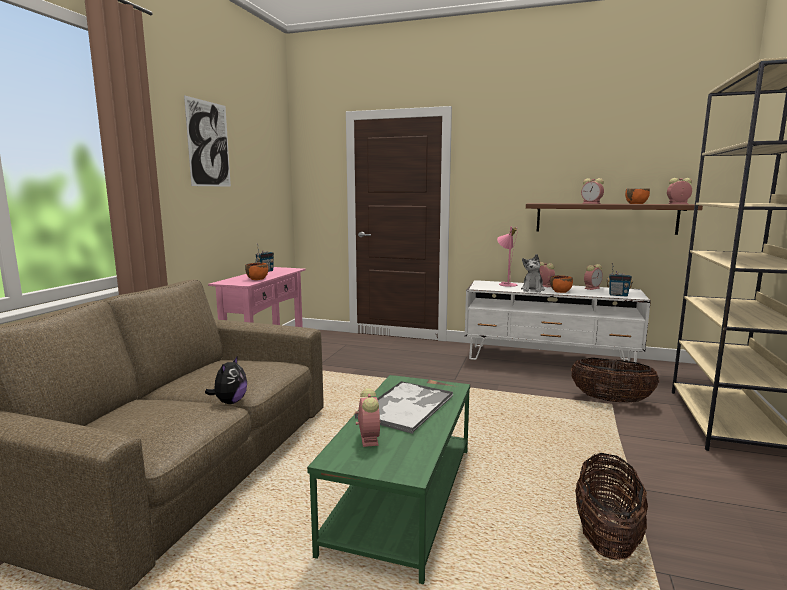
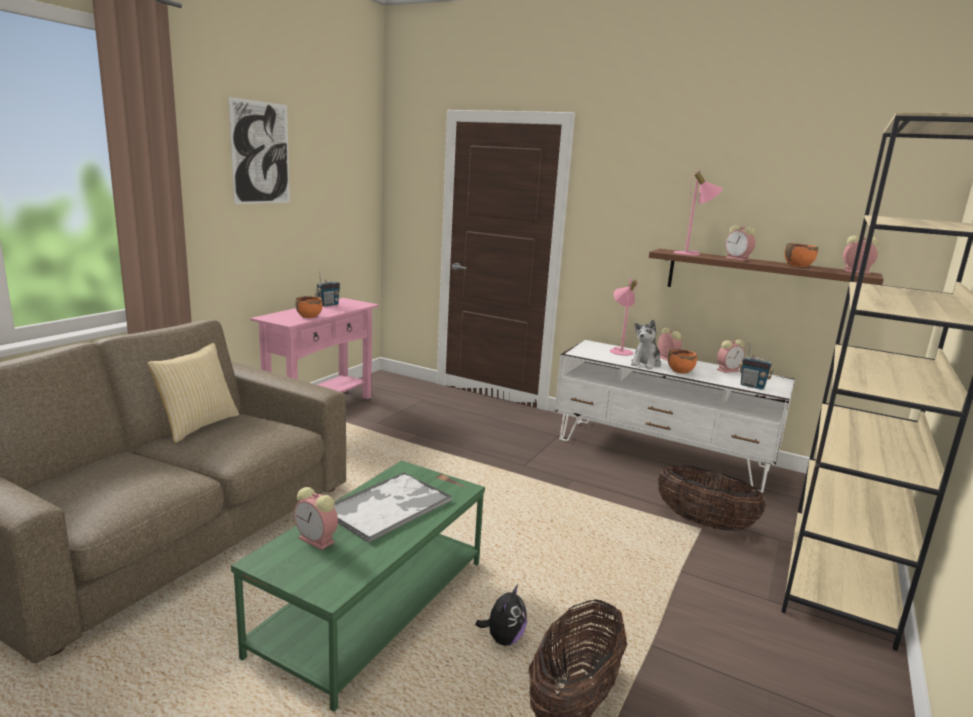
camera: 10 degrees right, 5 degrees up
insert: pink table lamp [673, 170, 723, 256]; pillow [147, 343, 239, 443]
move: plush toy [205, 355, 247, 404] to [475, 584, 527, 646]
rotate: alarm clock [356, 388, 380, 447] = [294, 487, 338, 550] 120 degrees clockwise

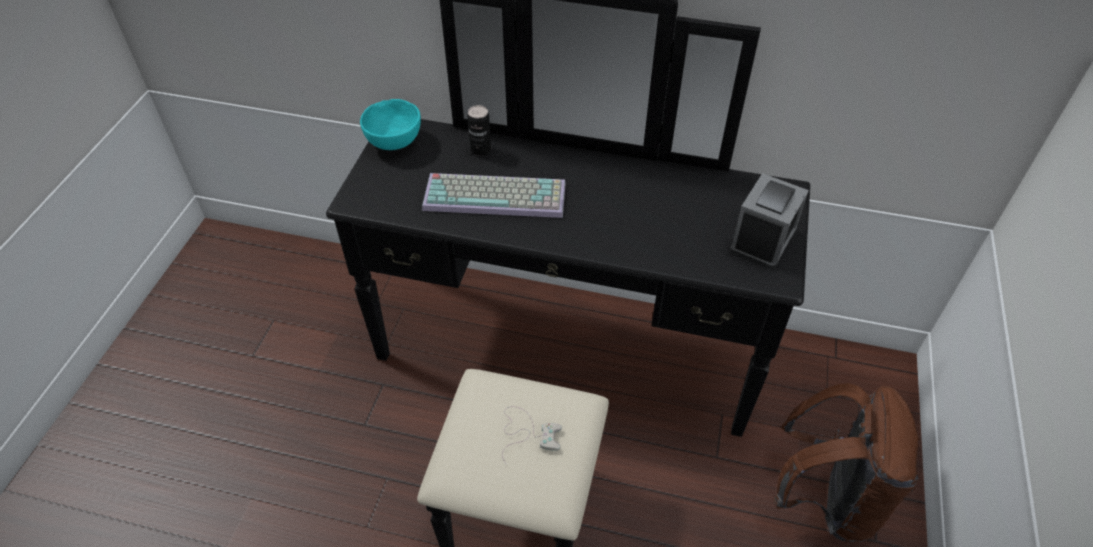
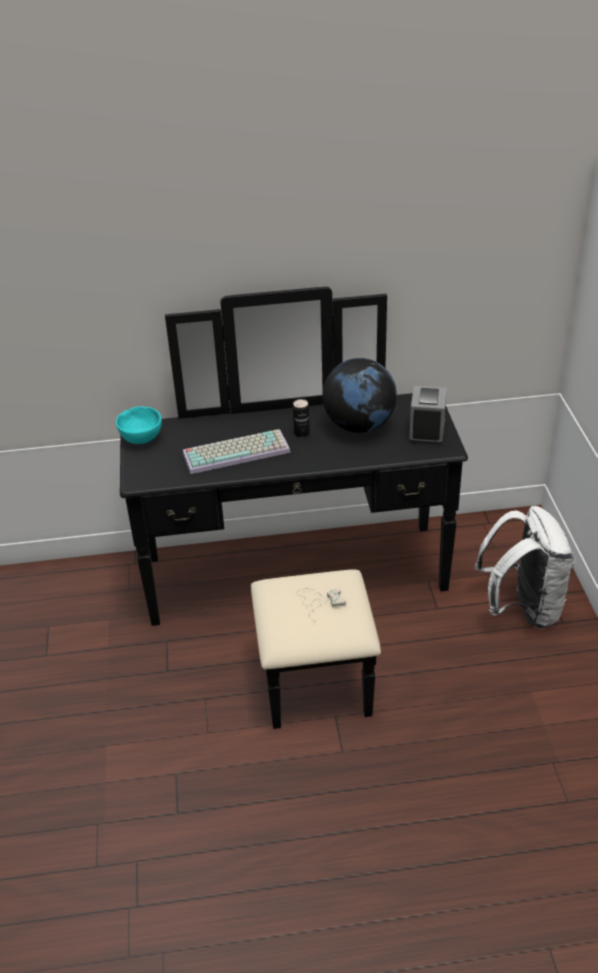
camera: 20 degrees left, 10 degrees down
insert: globe [322, 358, 397, 433]
move: can [467, 105, 491, 156] to [293, 399, 310, 438]
recolor: brown backpack [774, 383, 920, 542] to white backpack [475, 506, 575, 628]

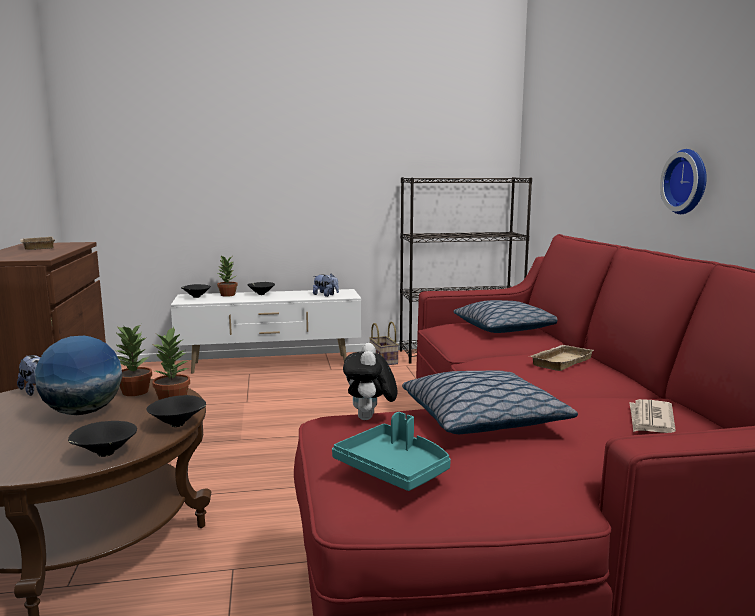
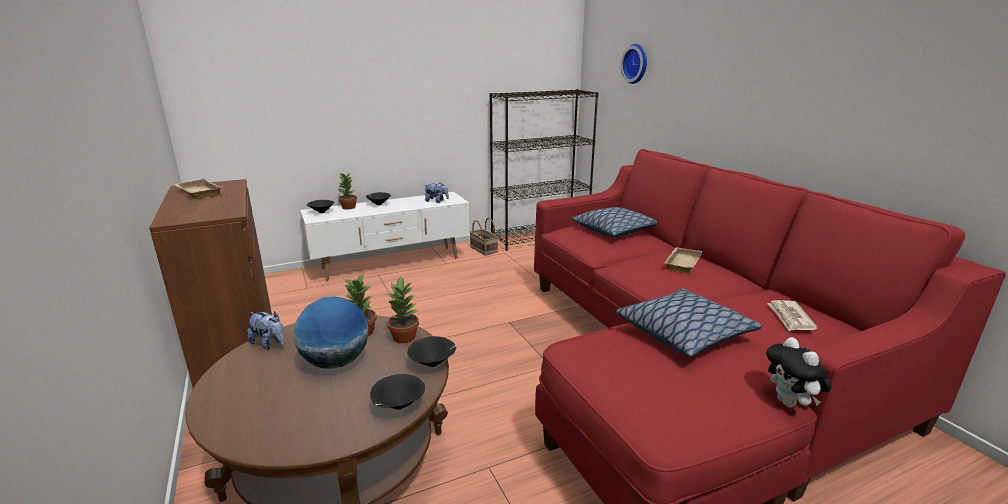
camera: 15 degrees left, 10 degrees up
delete: turquoise tray [332, 412, 451, 491]
move: wall clock [660, 149, 707, 214] to [621, 44, 647, 84]; plush toy [343, 343, 398, 420] to [766, 337, 832, 407]

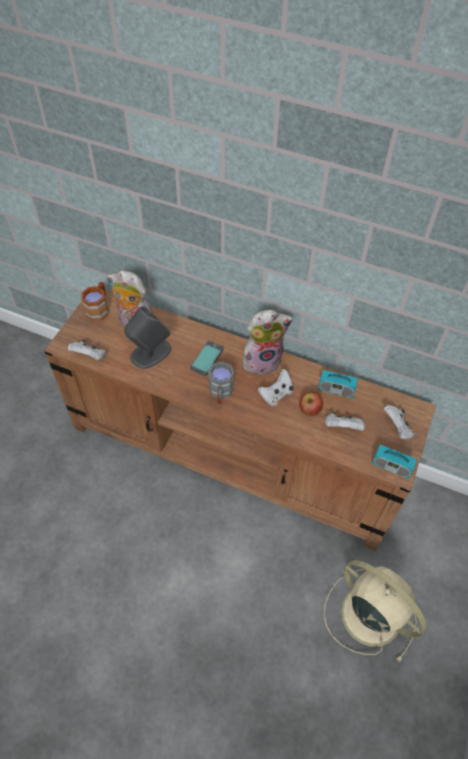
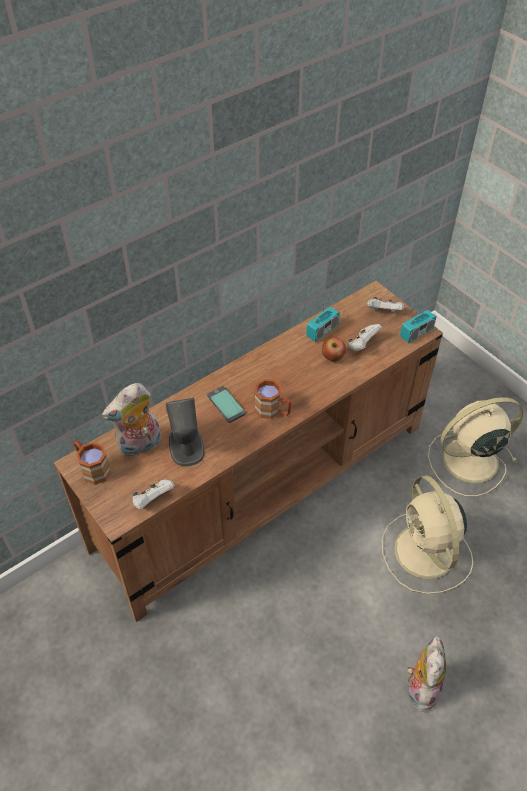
camera: 60 degrees left, 5 degrees down
delete: white game controller [258, 369, 294, 407]
insert: beige fan [382, 476, 473, 594]
move: plush toy [243, 310, 293, 375] to [407, 636, 446, 712]
recolor: grey mug [208, 362, 234, 404] to brown mug [254, 379, 291, 419]

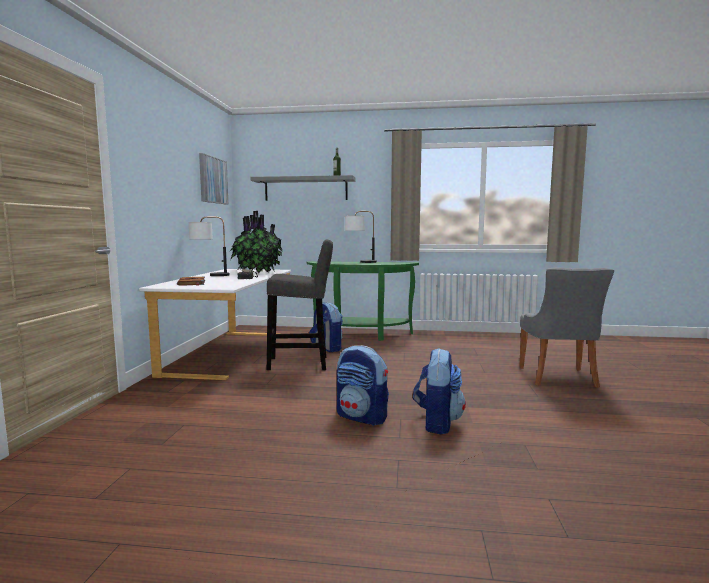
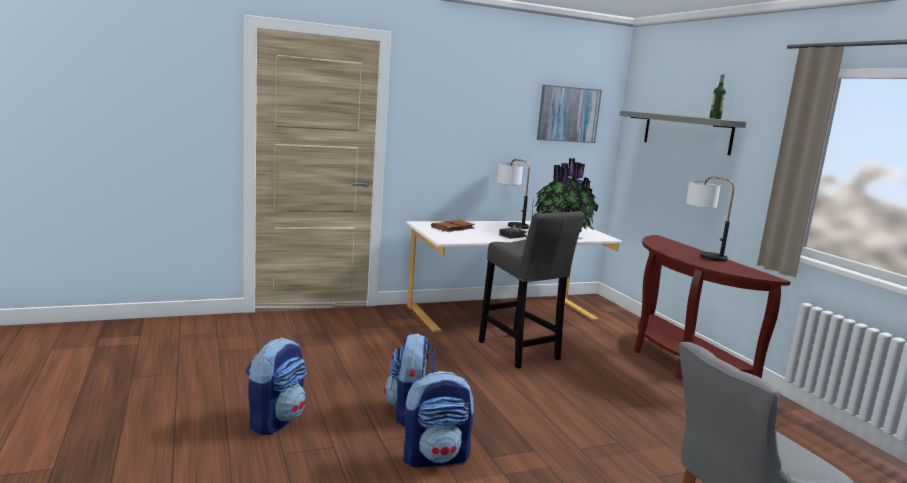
camera: 60 degrees right, 5 degrees up
move: backpack [309, 302, 343, 352] to [246, 337, 307, 435]
recolor: green console table [307, 261, 419, 341] to brown console table [634, 235, 790, 381]

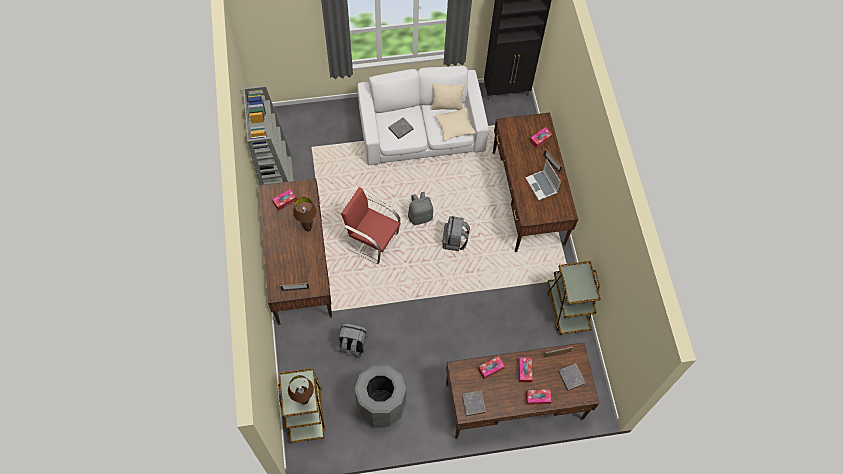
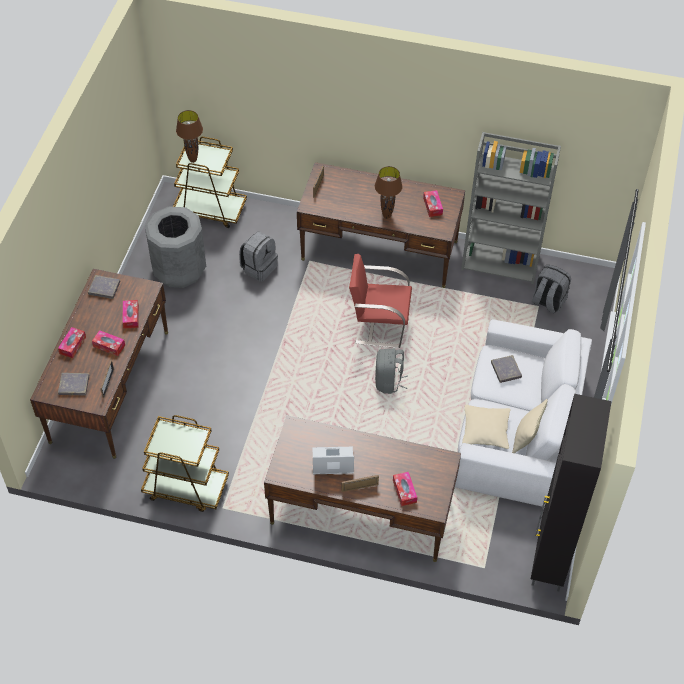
camera: 115 degrees right, 10 degrees down
move: grey backpack [442, 216, 470, 251] to [532, 265, 571, 314]
rotate: red chair [341, 187, 401, 264] = [349, 254, 412, 348] 135 degrees counterclockwise

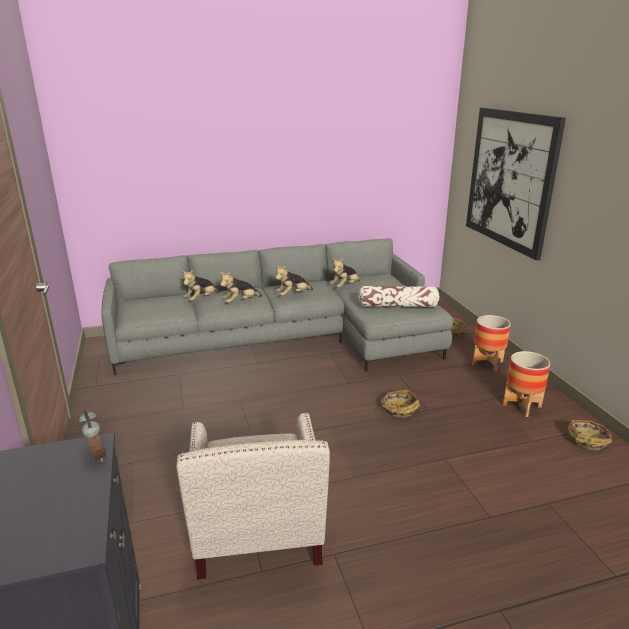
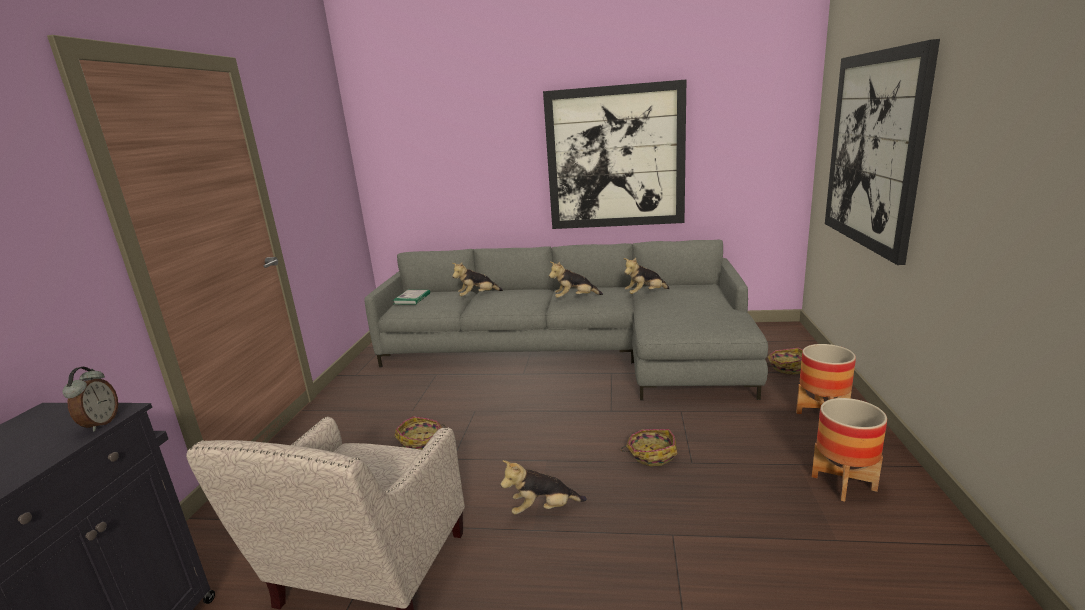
camera: 25 degrees right, 5 degrees down
delete: pillow [358, 286, 439, 308]
insert: picture [543, 80, 686, 229]; book [393, 290, 430, 305]
move: plush toy [220, 272, 262, 303] to [500, 460, 587, 515]; basket [568, 420, 612, 451] to [395, 416, 446, 450]

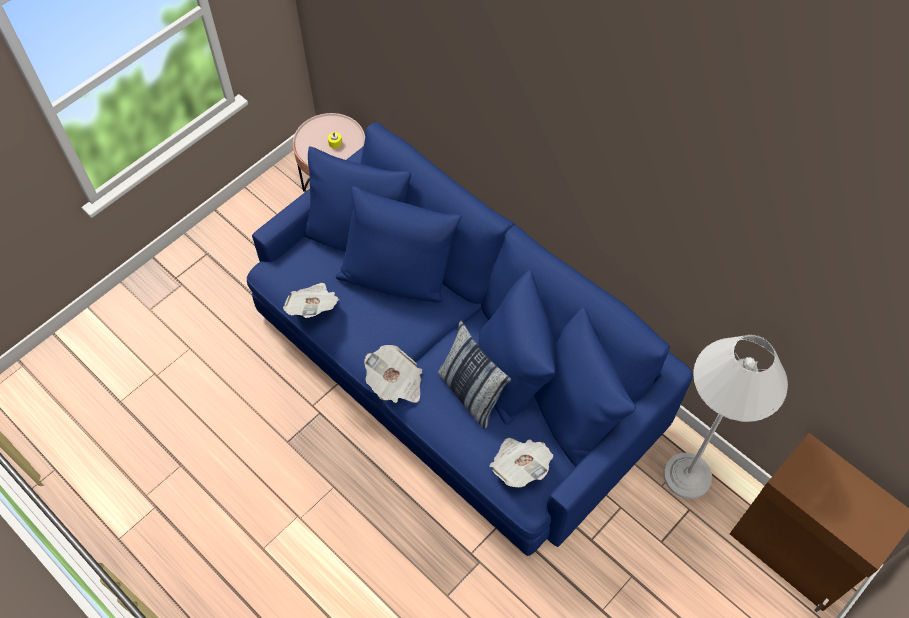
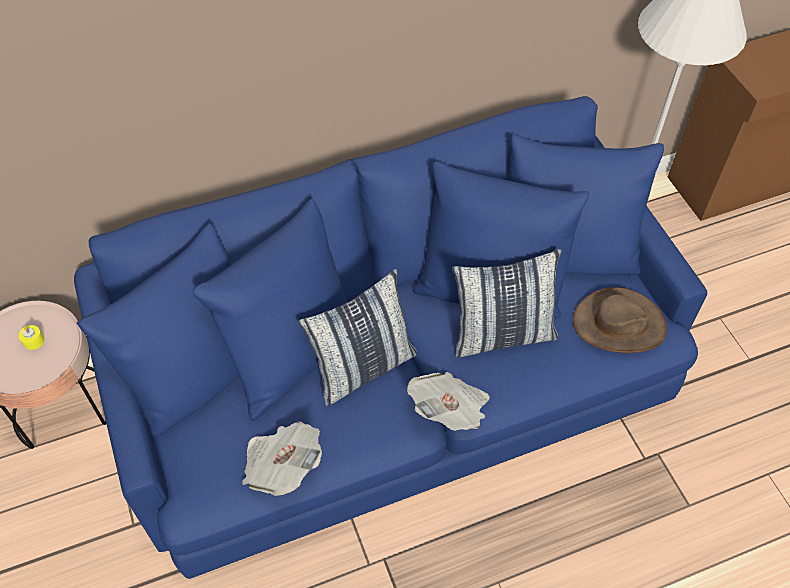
camera: 65 degrees left, 5 degrees down
insert: pillow [297, 269, 417, 406]
replace: newspaper [489, 438, 553, 487] to brown hat [573, 287, 667, 353]

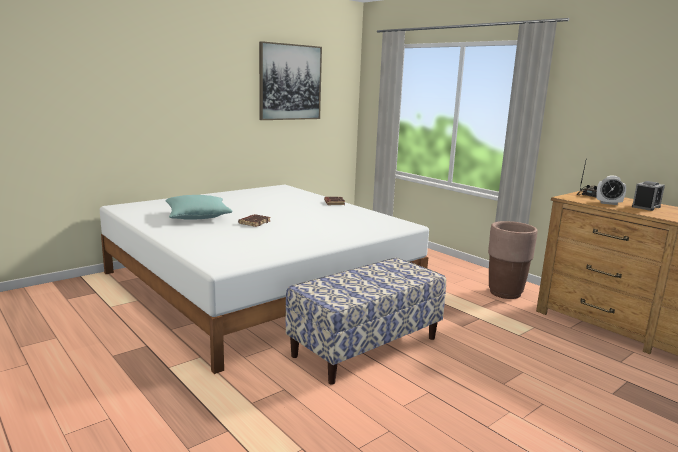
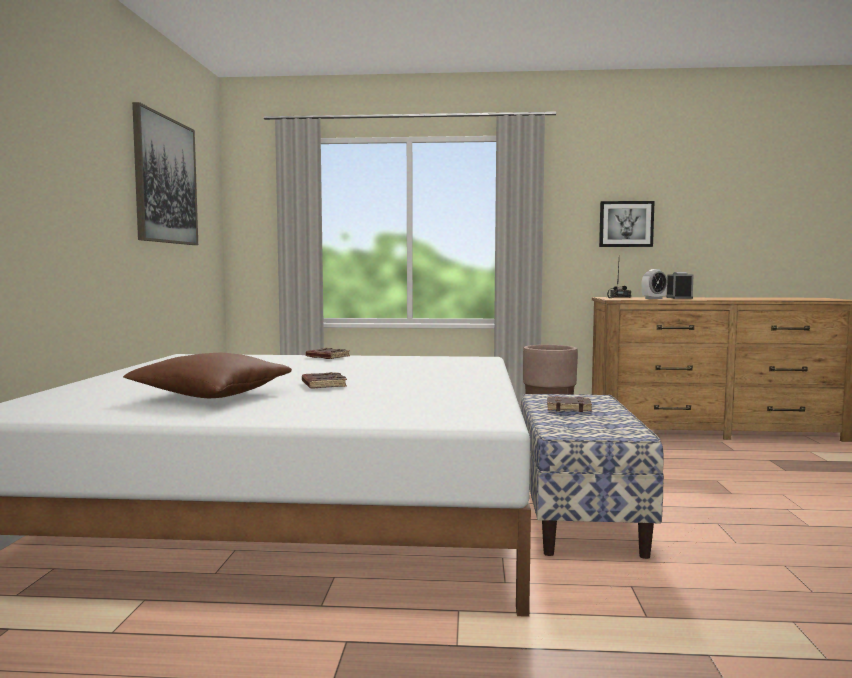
camera: 45 degrees left, 10 degrees down
insert: picture [599, 201, 655, 247]; brown book [547, 396, 592, 412]
recolor: turquoise pillow [165, 195, 233, 219] to brown pillow [123, 353, 292, 398]

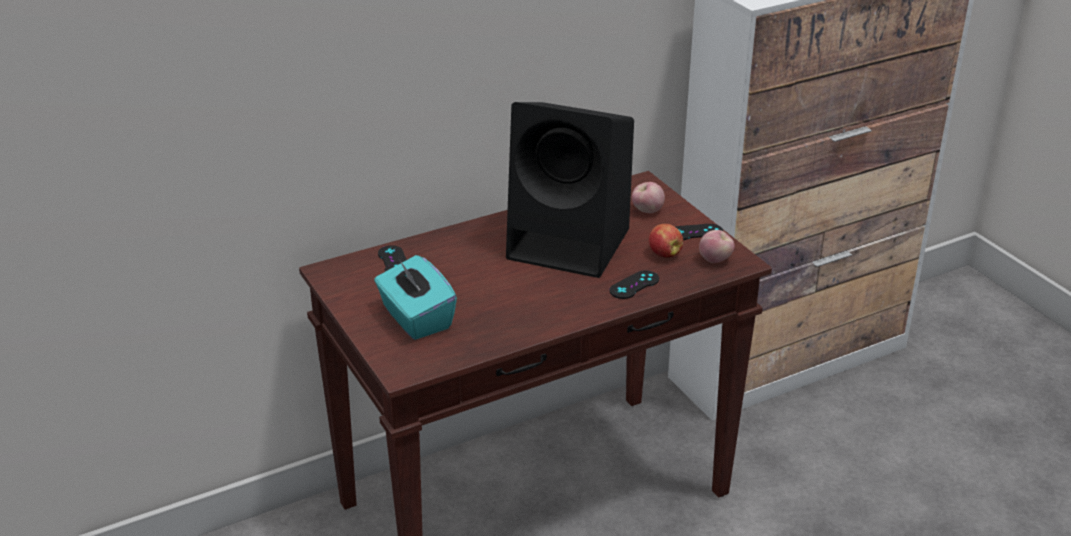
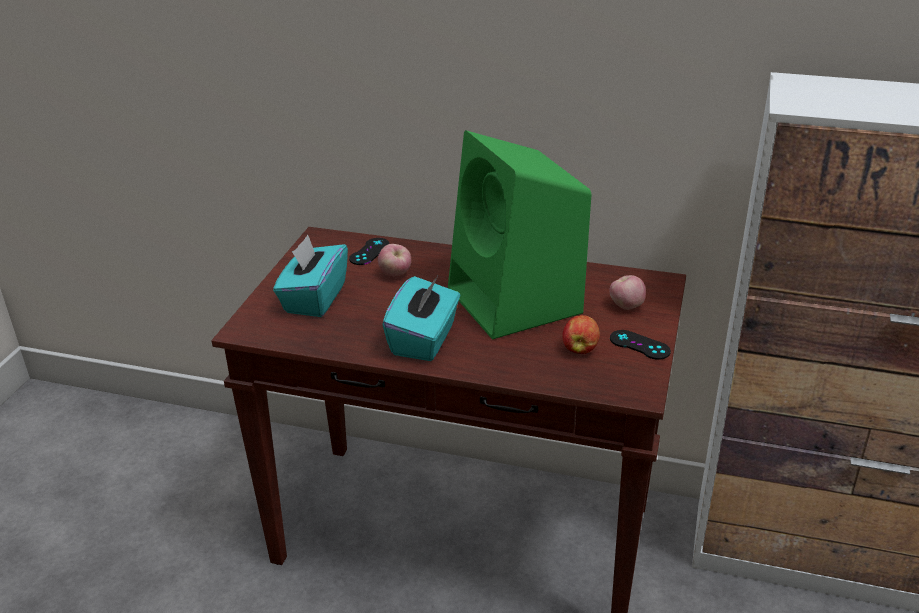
camera: 45 degrees right, 0 degrees up
delete: black game controller [609, 270, 659, 299]
insert: turquoise tissue box [382, 276, 460, 361]
move: apple [699, 230, 735, 263] to [378, 244, 411, 276]
recolor: black speaker [506, 102, 634, 278] to green speaker [448, 130, 591, 339]

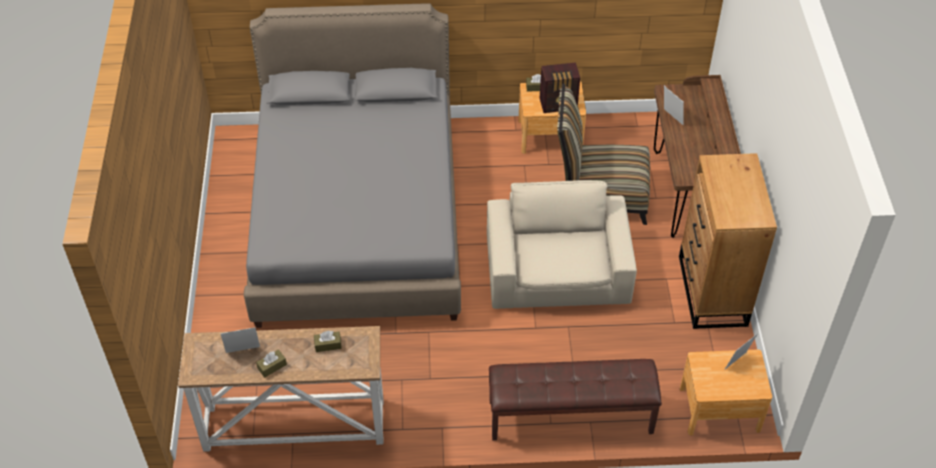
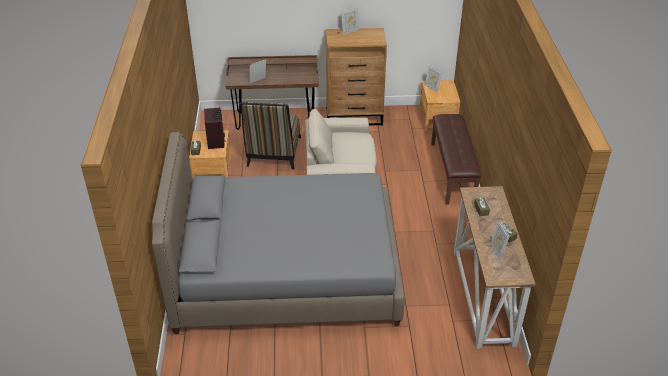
camera: 90 degrees left, 10 degrees down
insert: picture frame [341, 7, 359, 34]

